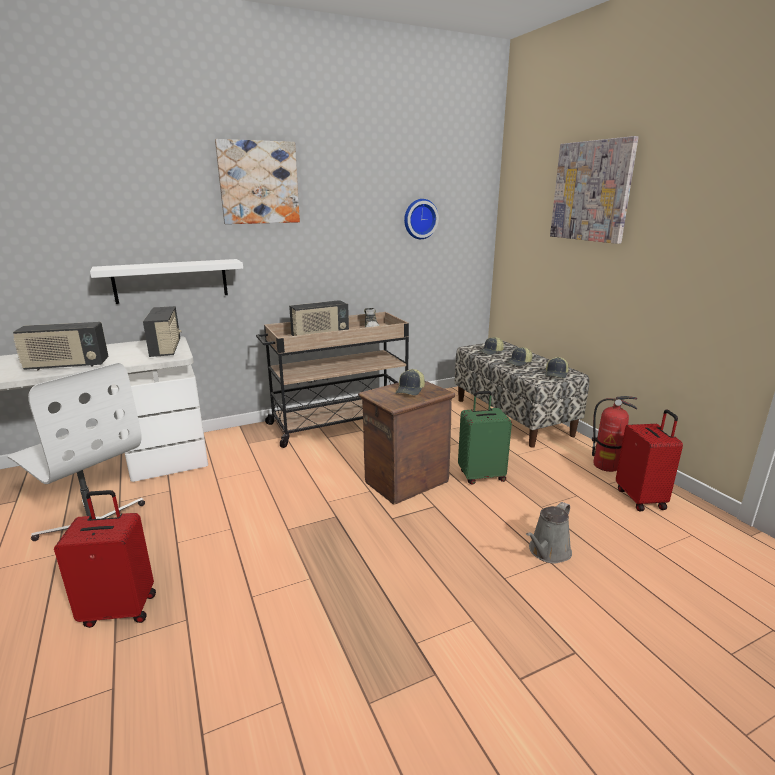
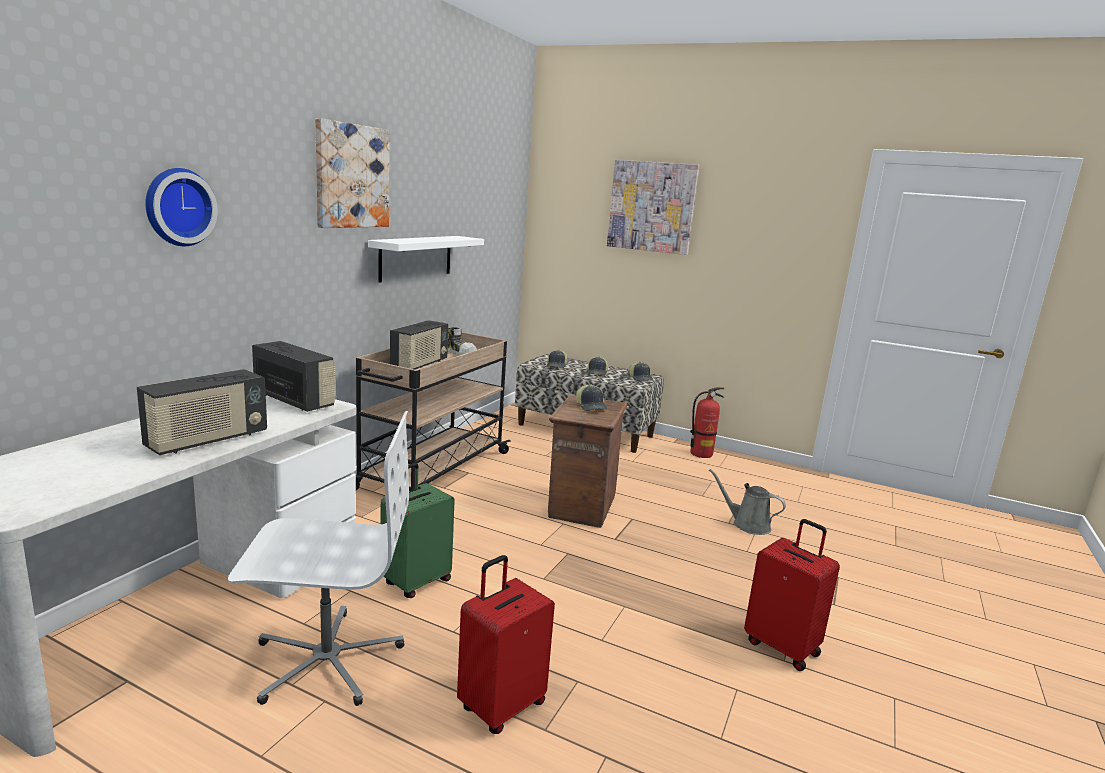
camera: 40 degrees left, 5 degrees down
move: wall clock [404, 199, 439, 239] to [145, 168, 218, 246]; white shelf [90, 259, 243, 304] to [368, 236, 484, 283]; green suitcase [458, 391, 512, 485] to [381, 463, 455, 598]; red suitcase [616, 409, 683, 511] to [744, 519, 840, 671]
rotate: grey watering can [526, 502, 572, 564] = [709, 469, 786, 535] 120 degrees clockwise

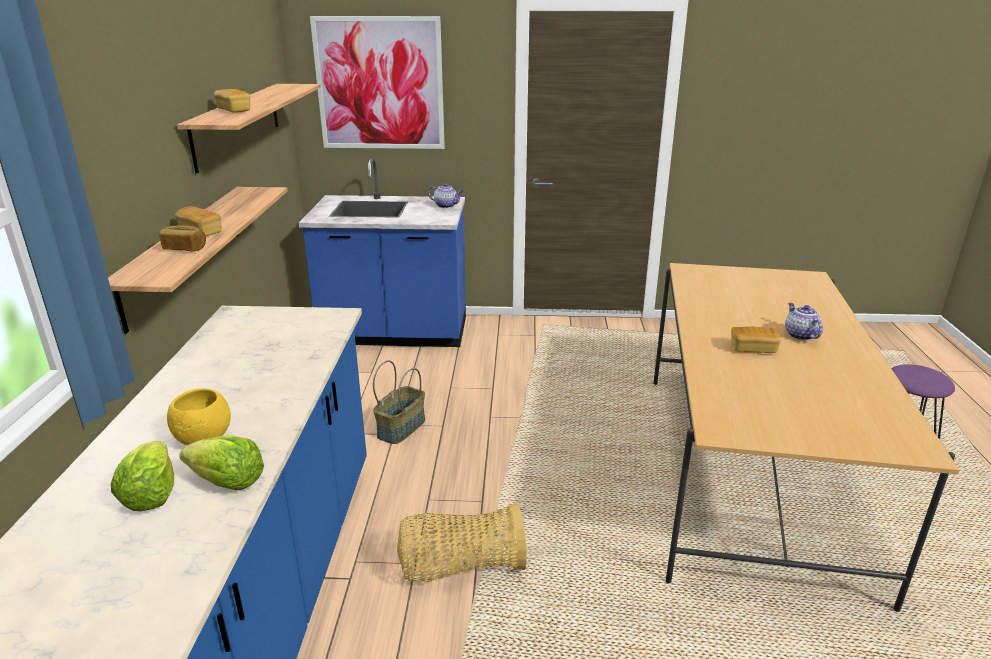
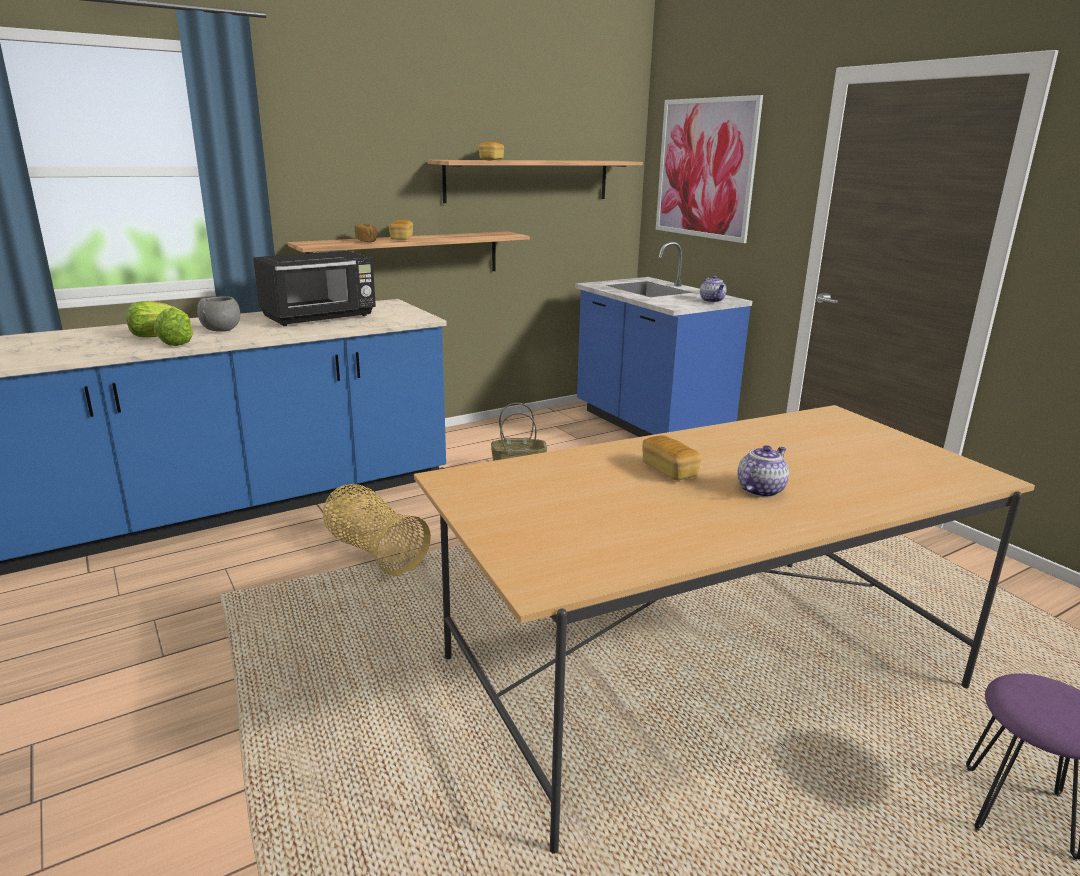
camera: 55 degrees right, 5 degrees down
insert: black microwave [253, 251, 376, 326]
recolor: yellow bowl [167, 388, 231, 445] to grey bowl [197, 296, 240, 332]

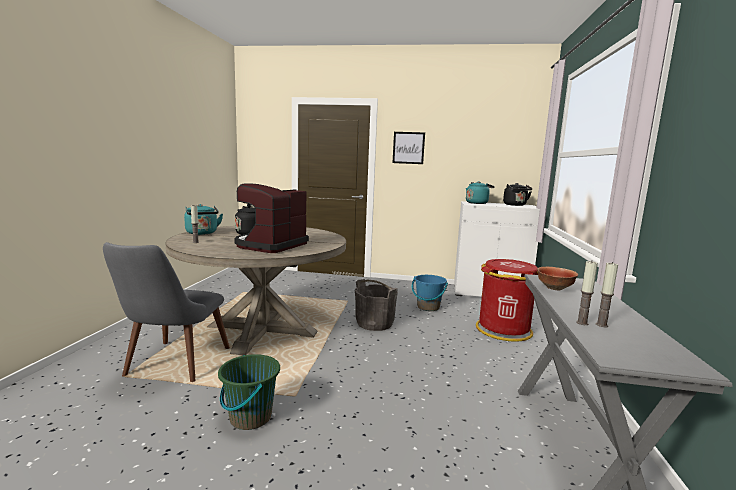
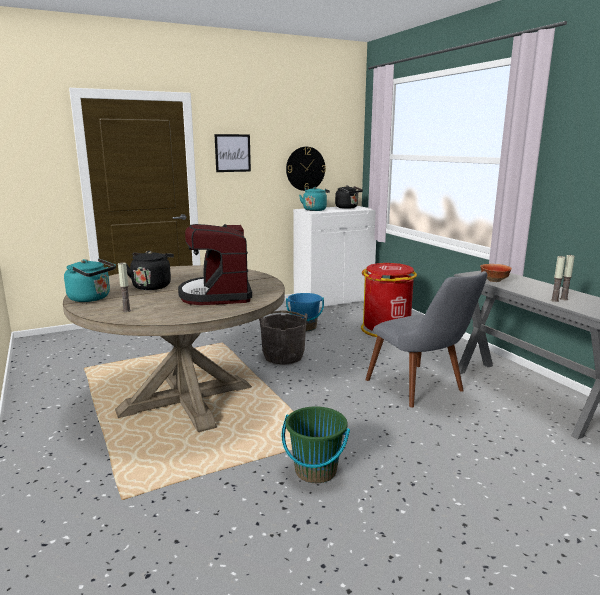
camera: 35 degrees left, 5 degrees up
insert: wall clock [286, 147, 326, 191]
move: grey chair [103, 242, 230, 382] to [365, 271, 488, 408]

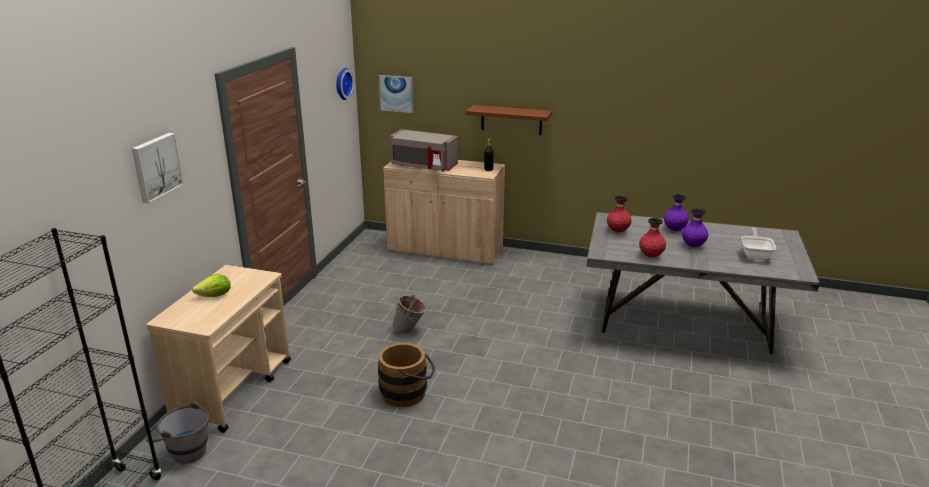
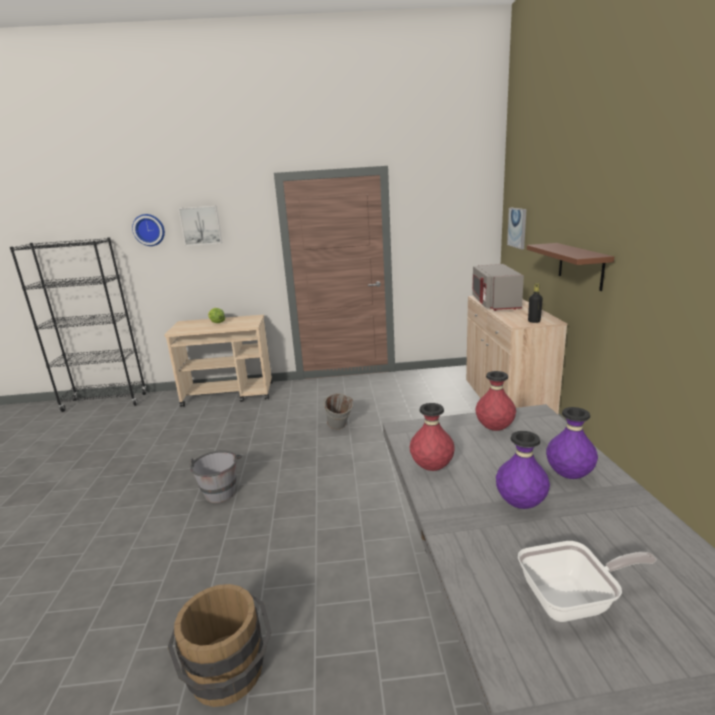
camera: 70 degrees right, 5 degrees down
move: wall clock [336, 68, 354, 100] to [132, 214, 165, 246]; brown bucket [378, 343, 435, 407] to [168, 584, 271, 707]; grey bucket [145, 401, 209, 464] to [189, 450, 242, 503]

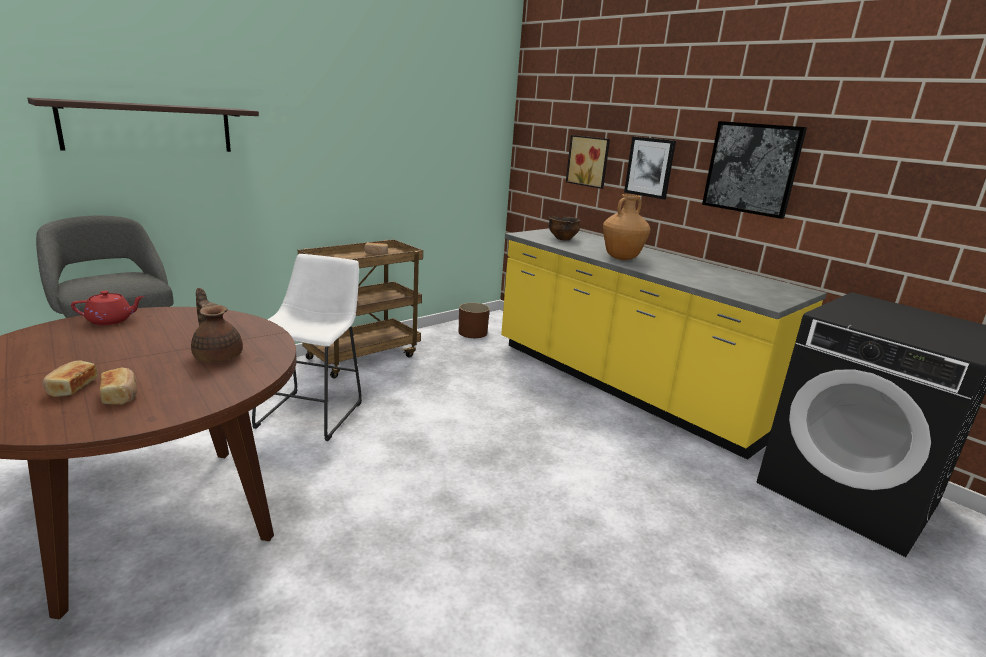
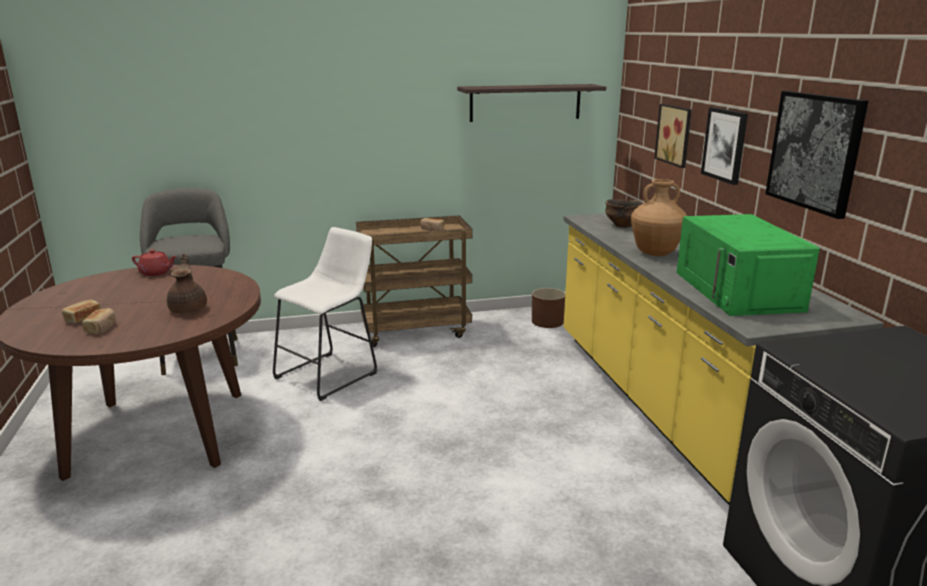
camera: 30 degrees right, 0 degrees up
insert: green microwave [676, 214, 820, 316]
move: shelf [27, 98, 259, 152] to [457, 84, 606, 122]

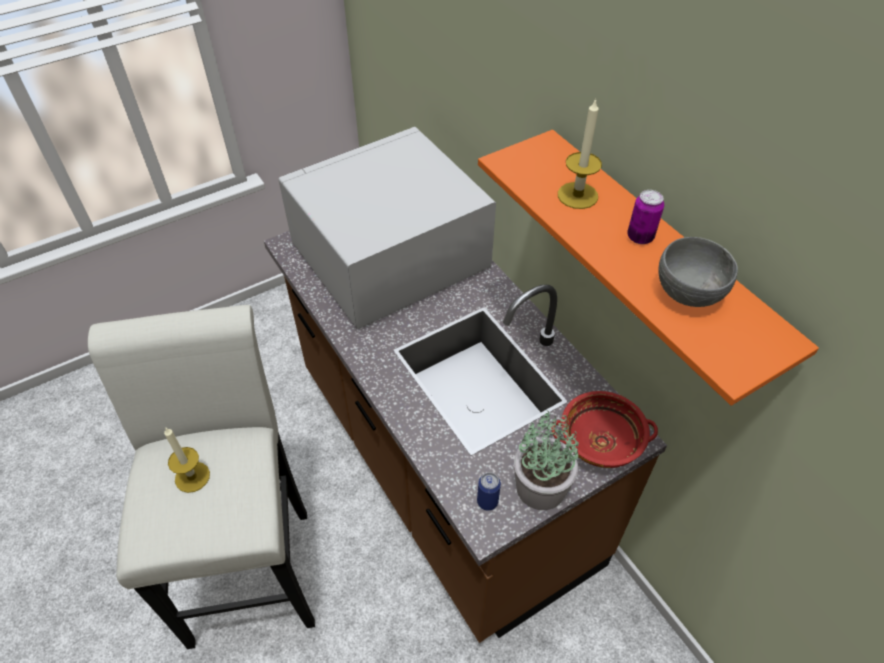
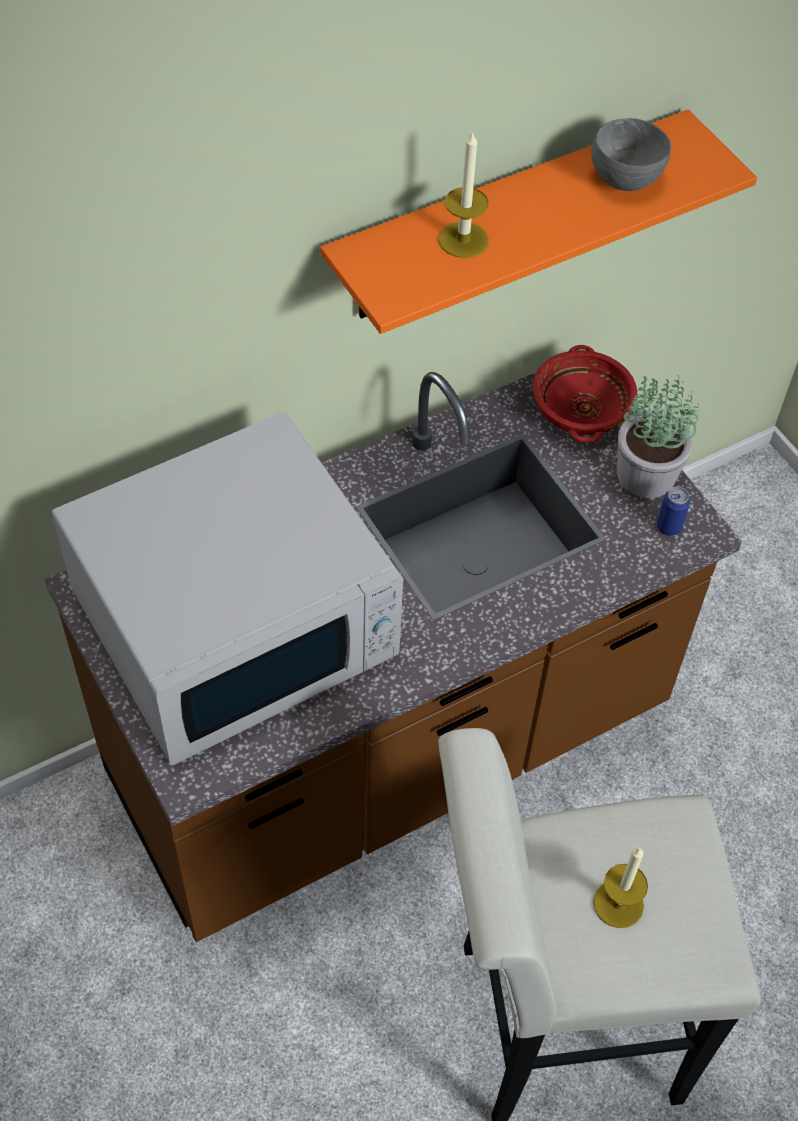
camera: 90 degrees left, 5 degrees up
delete: can [627, 190, 664, 244]
rotate: white microwave [278, 127, 496, 329] = [51, 412, 403, 765] 90 degrees counterclockwise

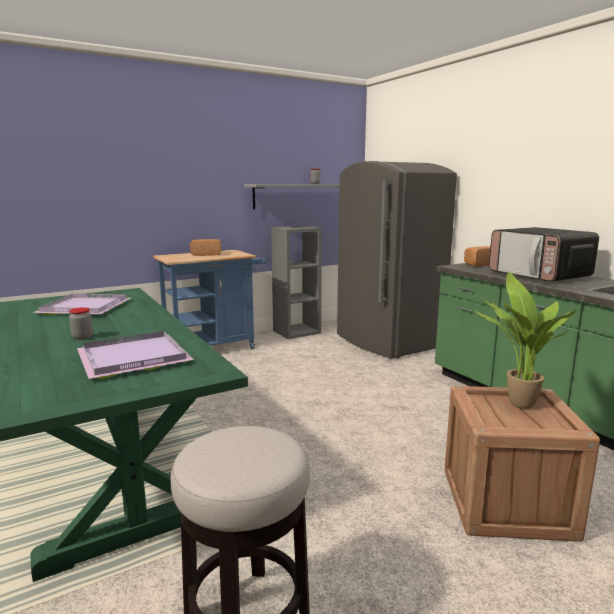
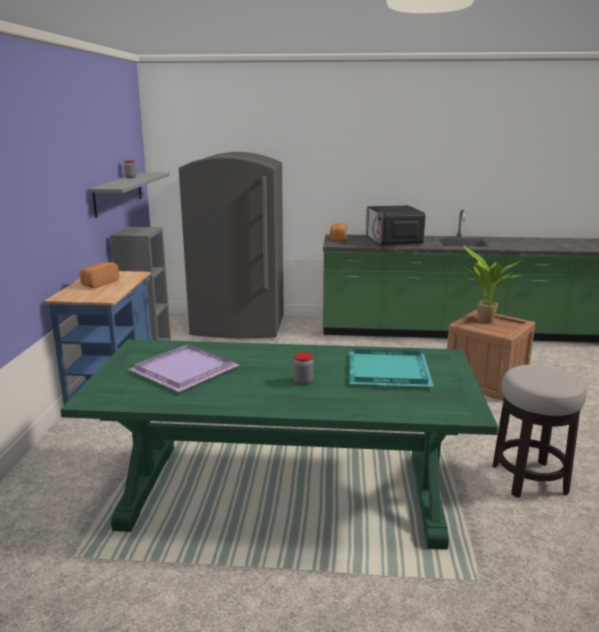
camera: 55 degrees left, 5 degrees up
recolor: purple tray [77, 331, 194, 379] to turquoise tray [349, 349, 434, 388]
rotate: microwave [489, 227, 599, 282] = [366, 205, 425, 246] 75 degrees clockwise

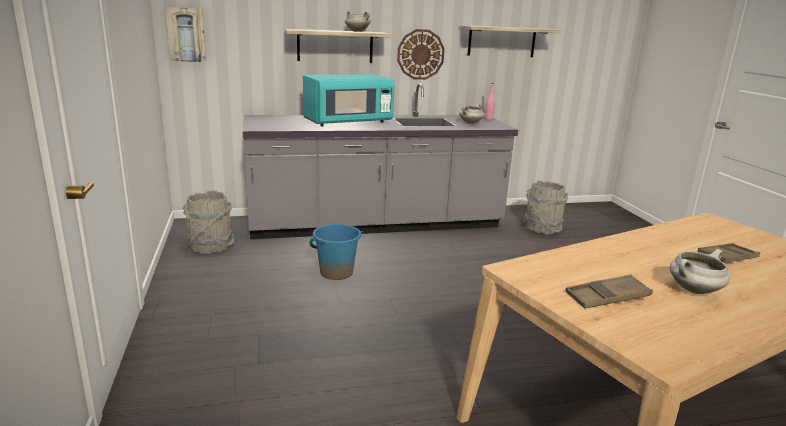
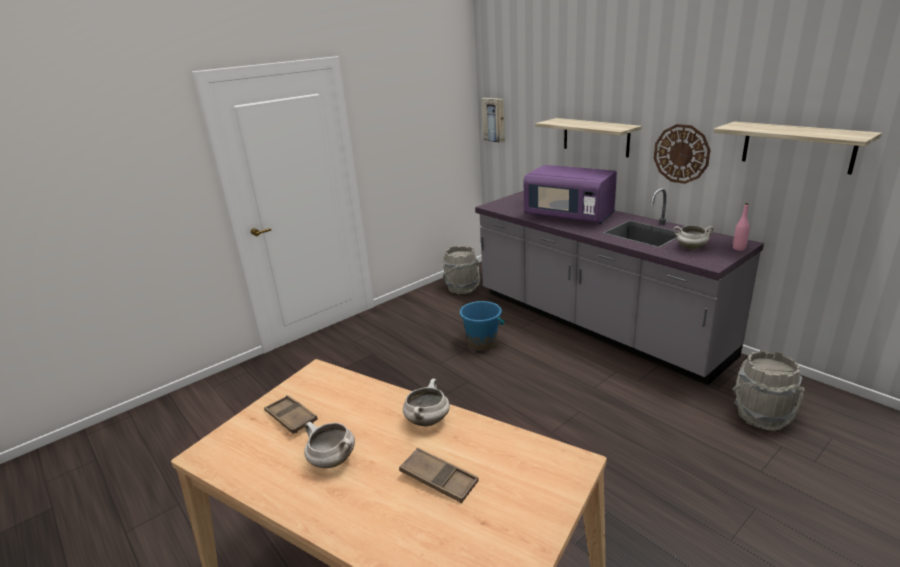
camera: 65 degrees right, 5 degrees up
move: white cooking pot [345, 11, 371, 32] to [403, 379, 450, 426]
recolor: turquoise microwave [303, 74, 395, 126] to purple microwave [524, 165, 617, 224]

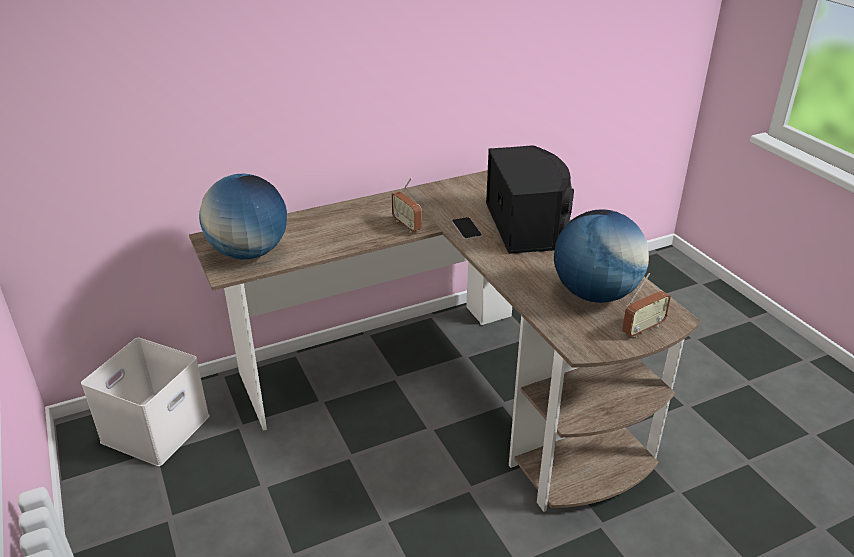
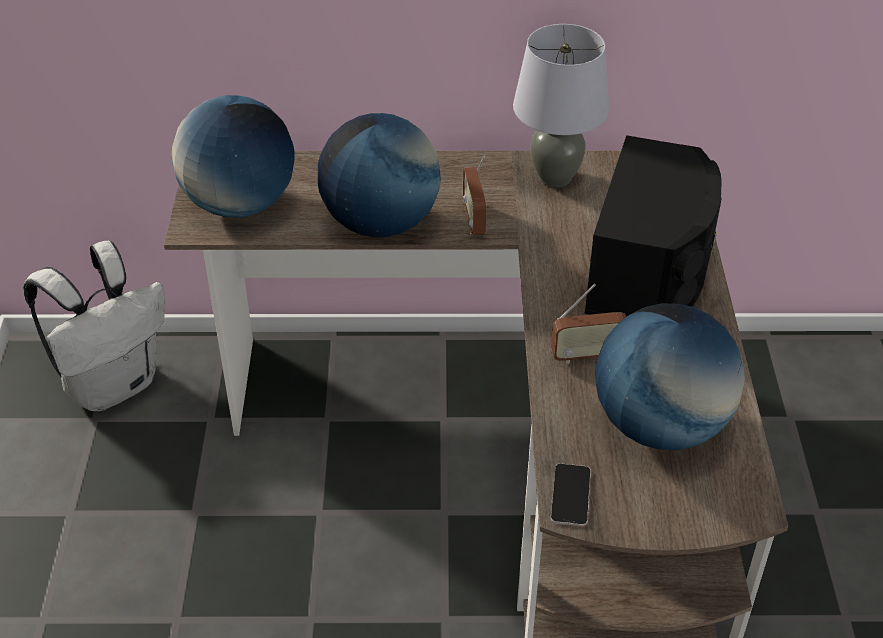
camera: 25 degrees right, 10 degrees up
insert: grey table lamp [513, 24, 609, 187]; globe [318, 113, 441, 237]
move: phone [452, 217, 482, 239] to [550, 463, 591, 526]; radio [622, 273, 671, 338] to [551, 284, 626, 364]
replace: white storage box [81, 338, 210, 466] to white backpack [23, 241, 165, 411]

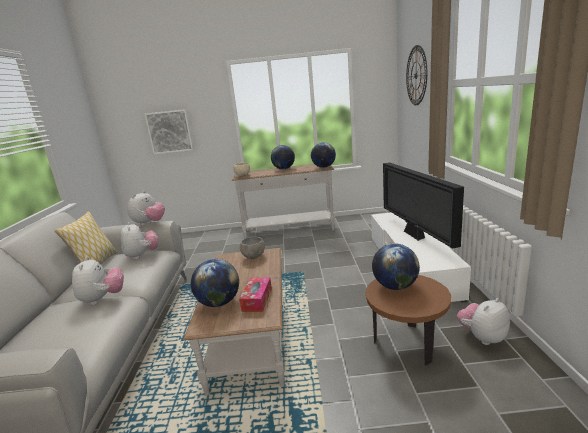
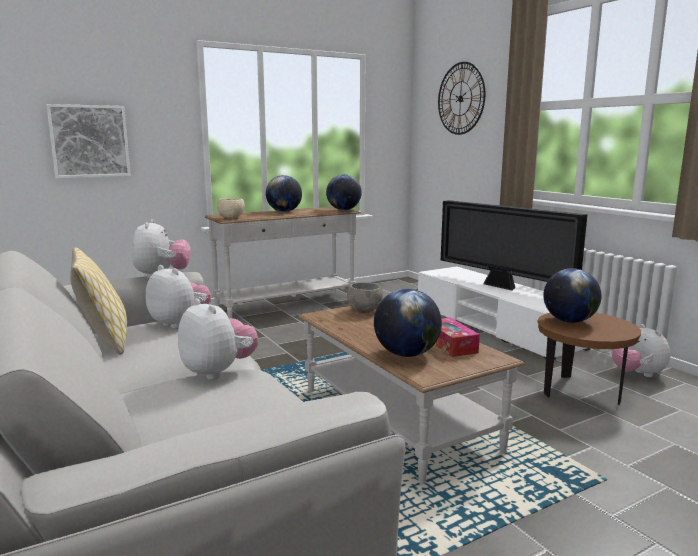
camera: 30 degrees left, 5 degrees down
rotate: plush toy [457, 298, 510, 345] = [612, 324, 670, 377] 45 degrees counterclockwise

